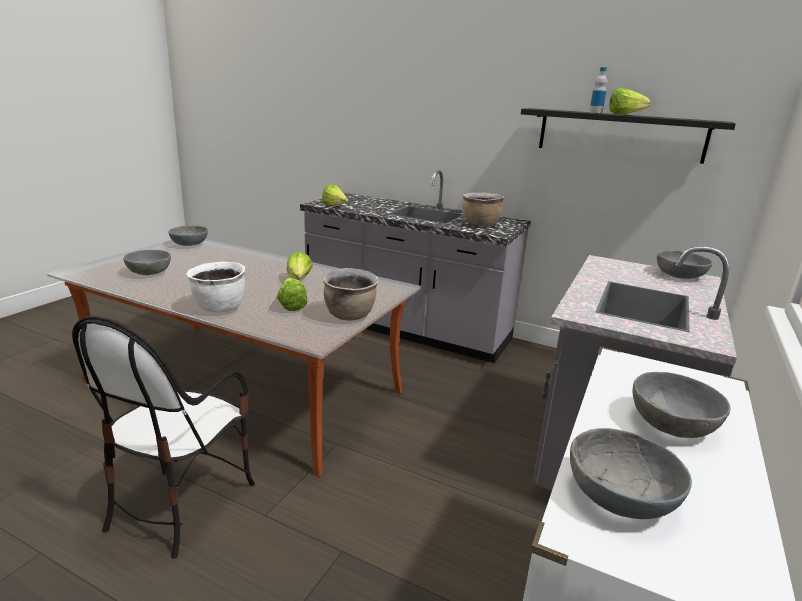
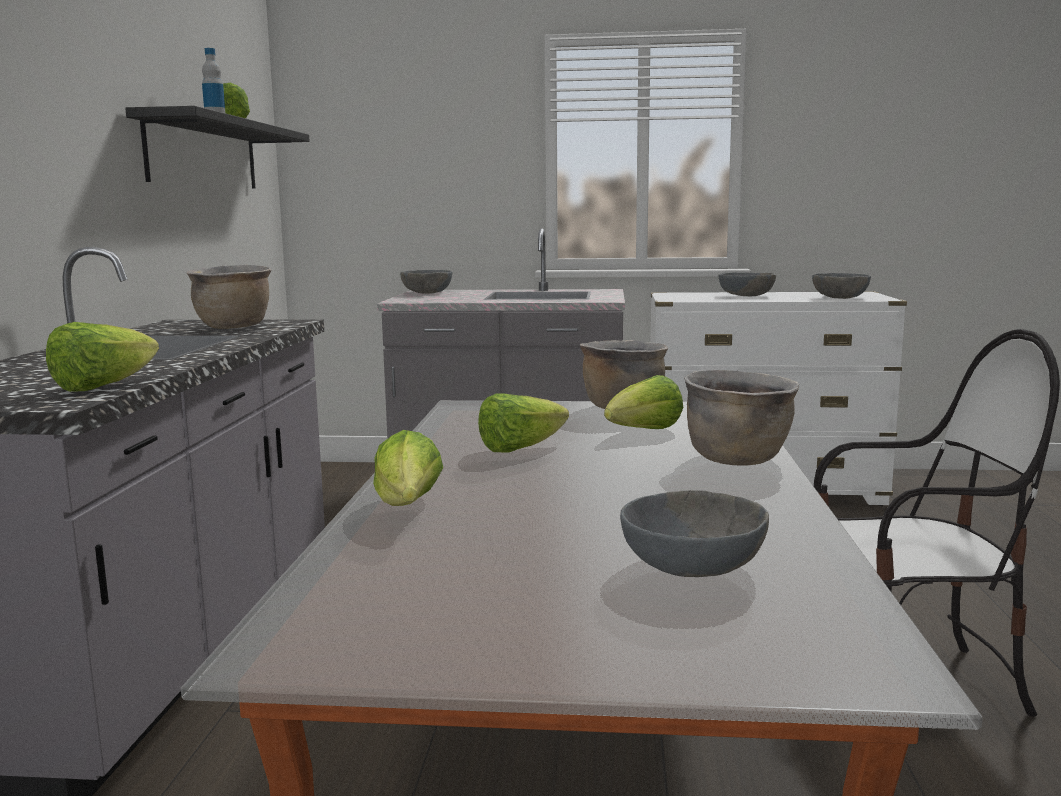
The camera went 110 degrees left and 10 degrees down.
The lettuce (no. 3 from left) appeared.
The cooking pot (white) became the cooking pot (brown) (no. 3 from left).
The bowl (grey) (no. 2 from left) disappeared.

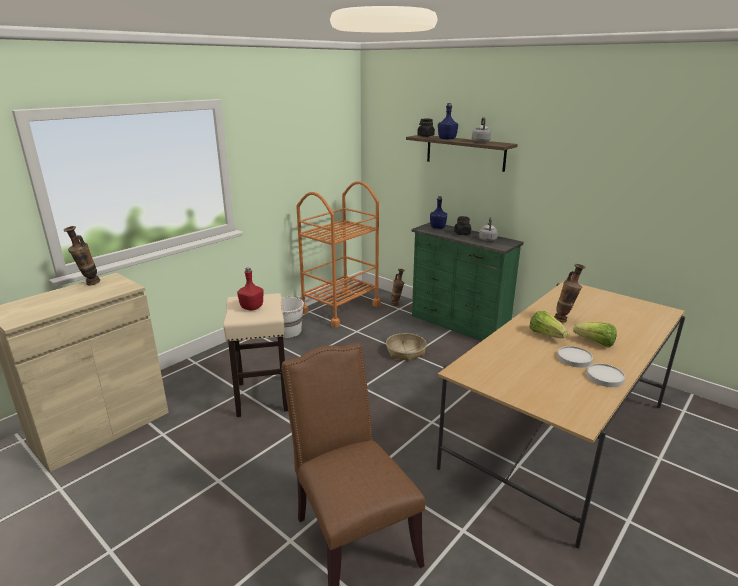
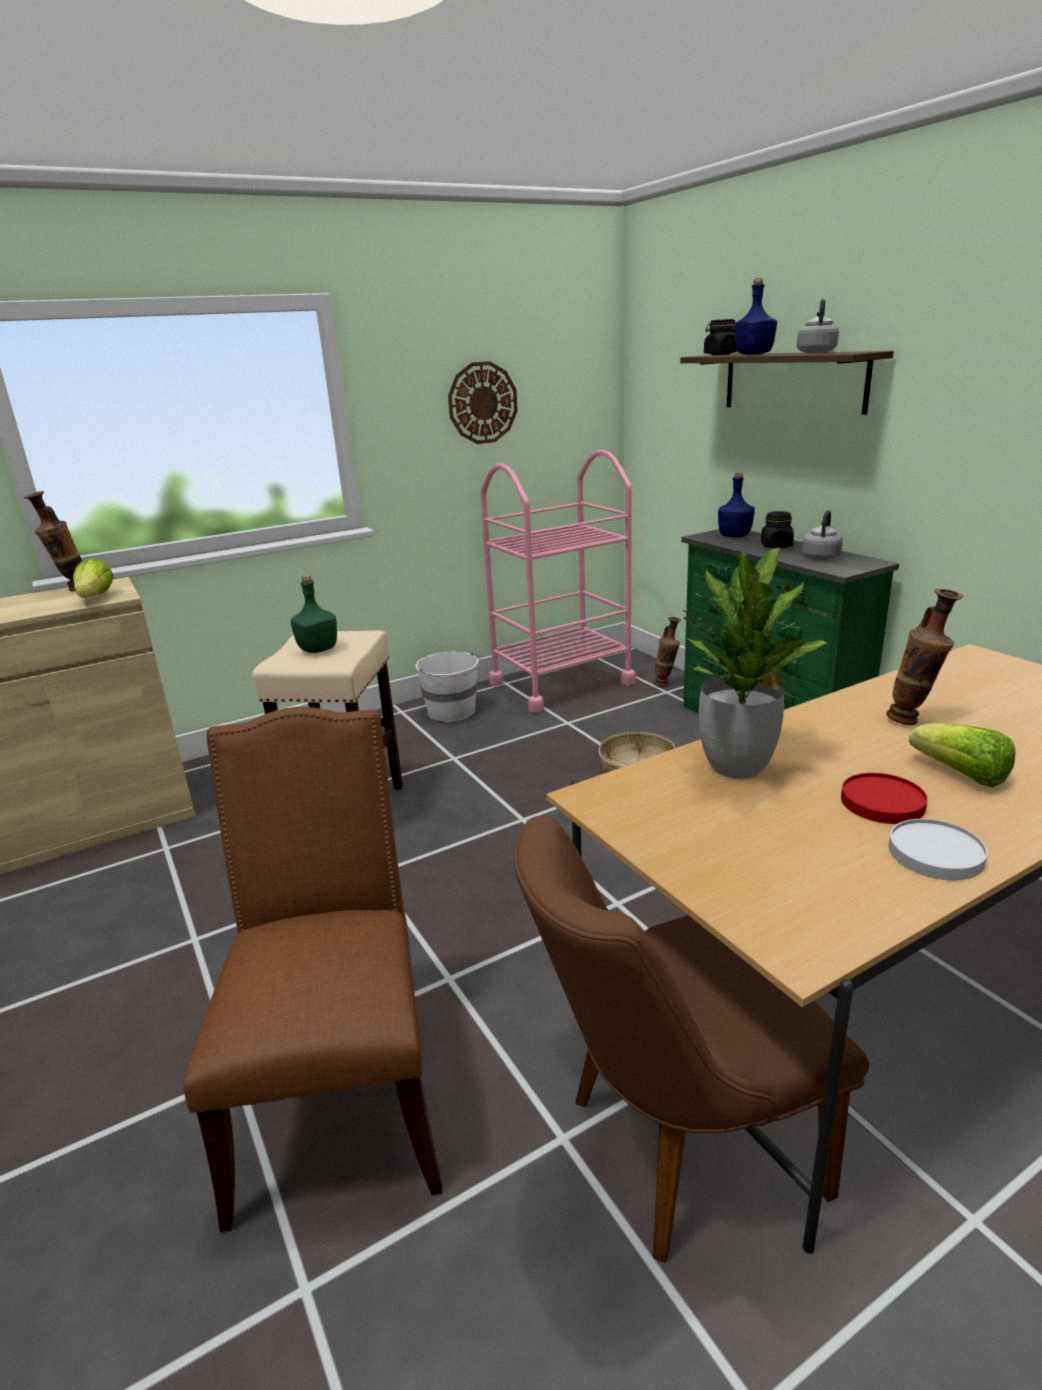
The camera went 20 degrees right and 0 degrees up.
The lettuce (no. 1 from left) moved.
The bottle (red) became the bottle (green).
The wall clock appeared.
The cart (orange) became the cart (pink).
The chair (brown) (no. 2 from left) appeared.
The potted plant appeared.
The plate (white) (no. 1 from left) became the plate (red).

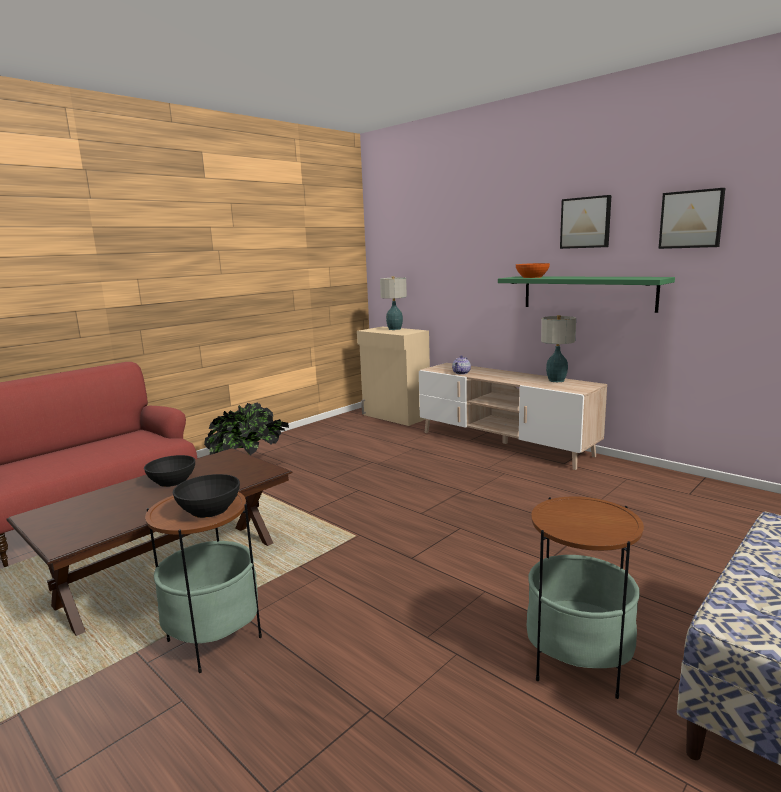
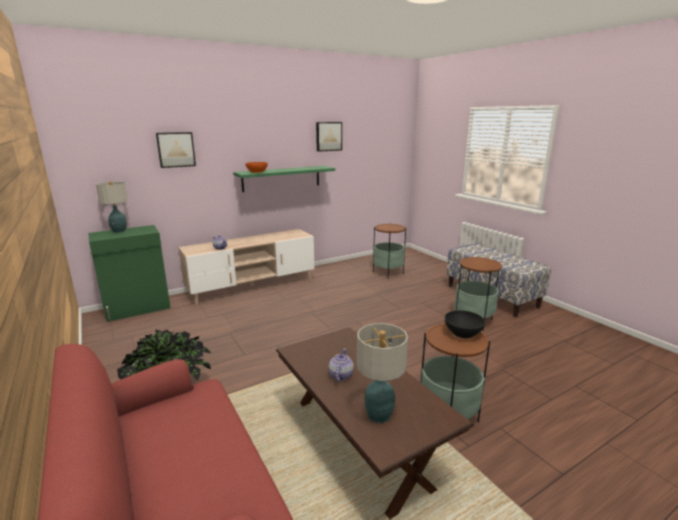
The camera went 75 degrees left and 5 degrees up.
The cabinet (beige) became the cabinet (green).
The picture (no. 1 from left) moved.
The bowl (black) (no. 1 from left) was replaced by the teapot (no. 2 from left).
The table lamp (no. 2 from left) moved.
The side table (no. 1 from left) appeared.

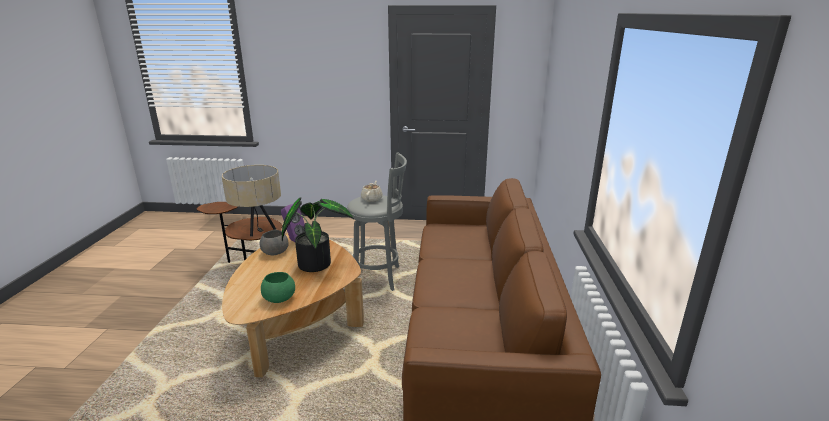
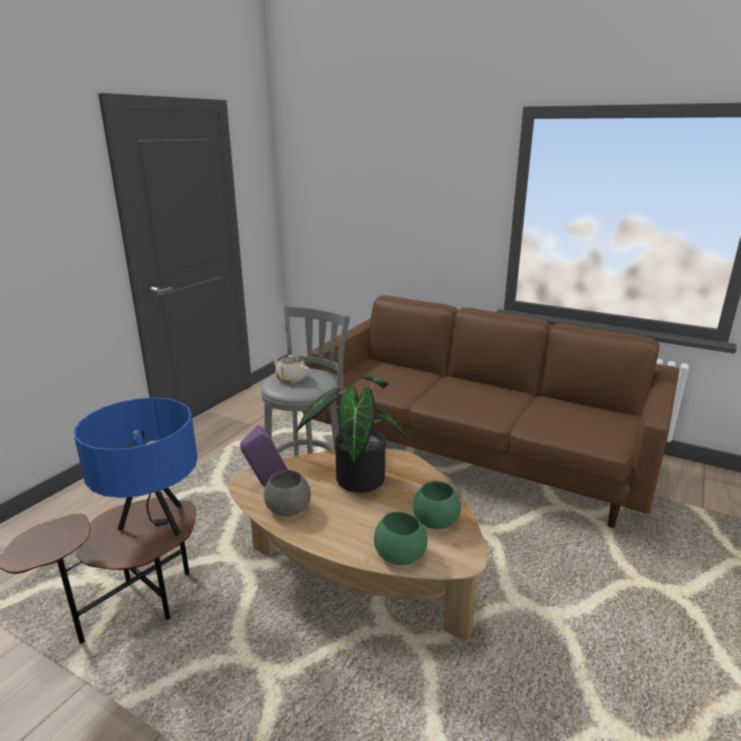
The camera went 65 degrees left and 0 degrees up.
The table lamp (beige) became the table lamp (blue).
The bowl (green) (no. 1 from left) appeared.

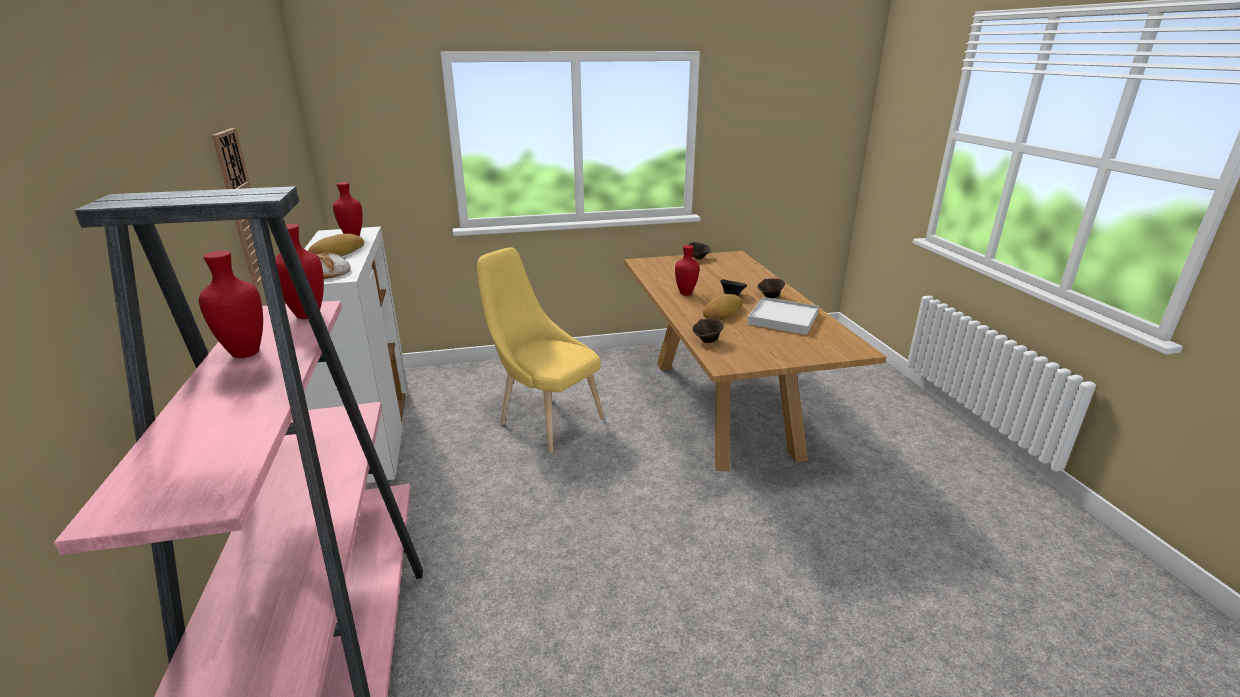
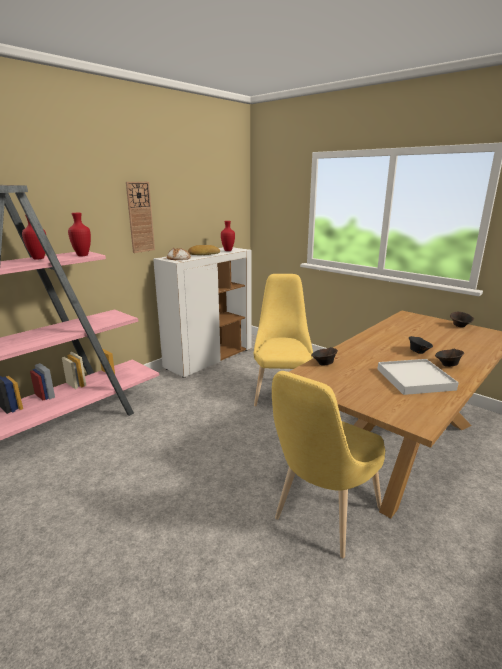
The camera went 55 degrees right and 5 degrees down.
The chair (yellow) (no. 2 from left) appeared.
The vase (red) (no. 4 from left) disappeared.
The bread (no. 3 from left) disappeared.

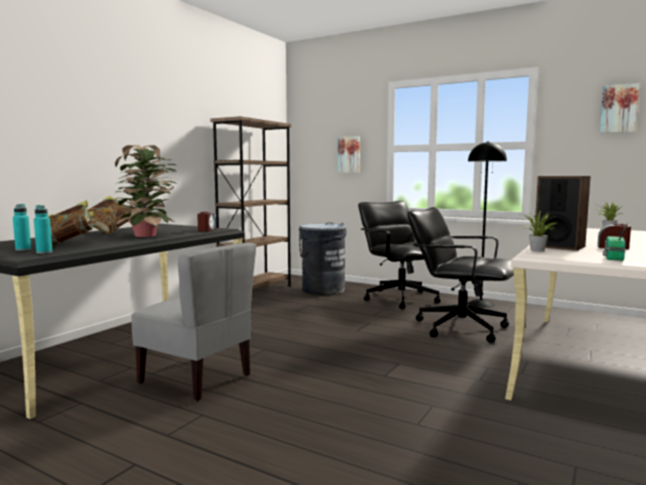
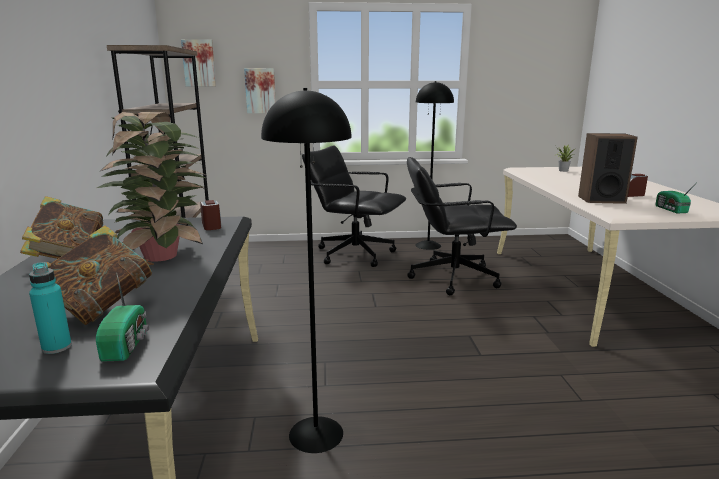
The camera went 35 degrees left and 10 degrees up.
The bottle (turquoise) (no. 2 from left) was replaced by the radio (no. 1 from left).
The picture (no. 2 from left in the first image) moved.
The chair (grey) was replaced by the floor lamp (black) (no. 1 from left).
The trash can (grey) disappeared.
The potted plant (no. 2 from left) disappeared.

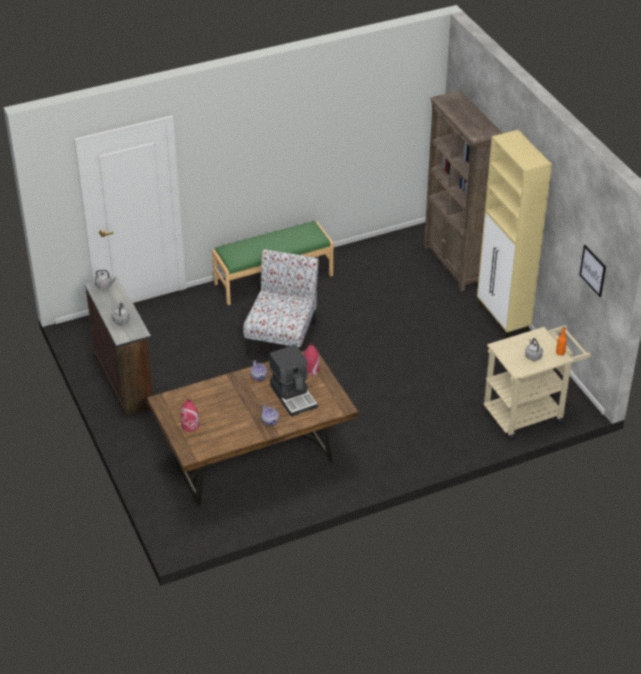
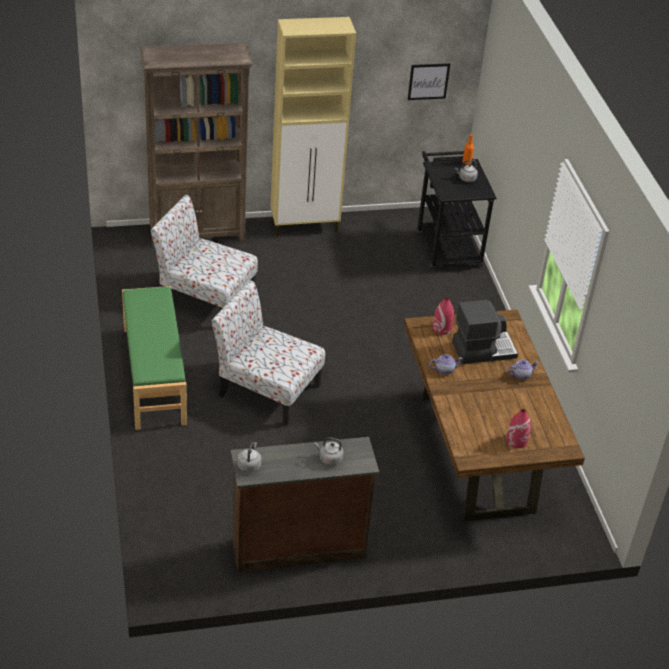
The camera went 80 degrees left and 0 degrees up.
The chair (no. 1 from left) appeared.
The cart (beige) became the cart (black).

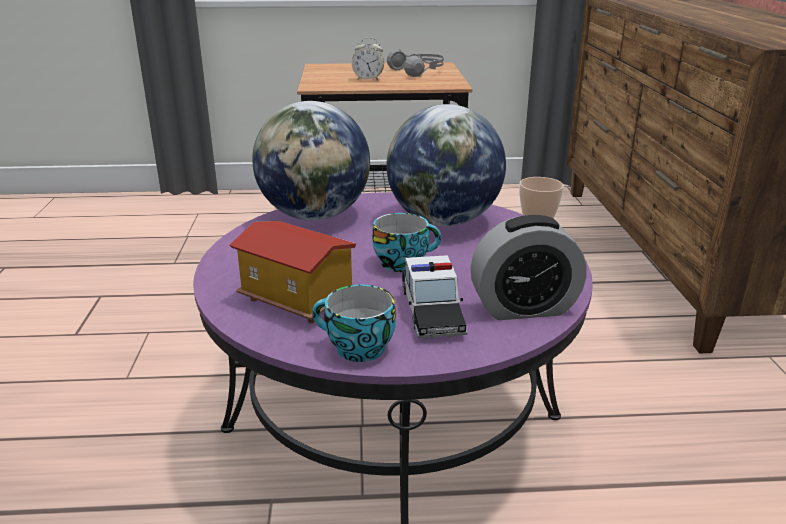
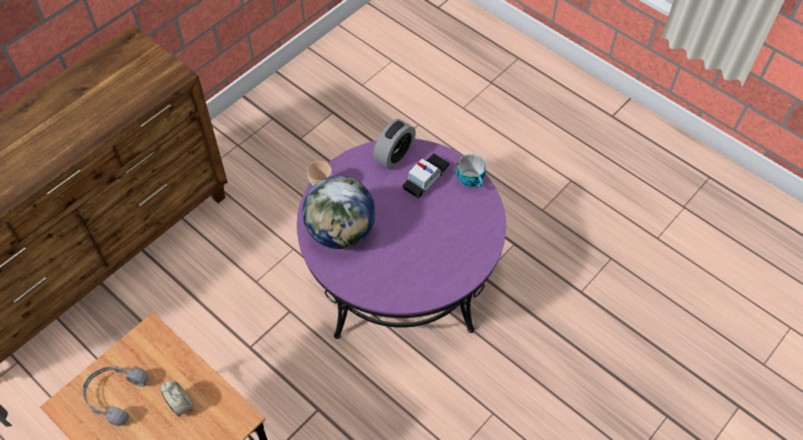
The camera went 135 degrees left and 30 degrees up.
The alarm clock (no. 2 from left) turned 90 degrees clockwise.
The toy house disappeared.
The globe (no. 1 from left) disappeared.
The cup (no. 2 from left) disappeared.

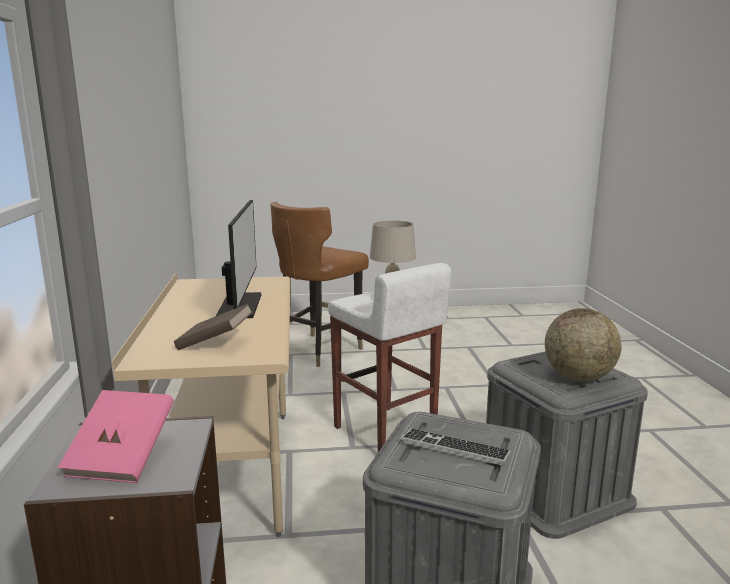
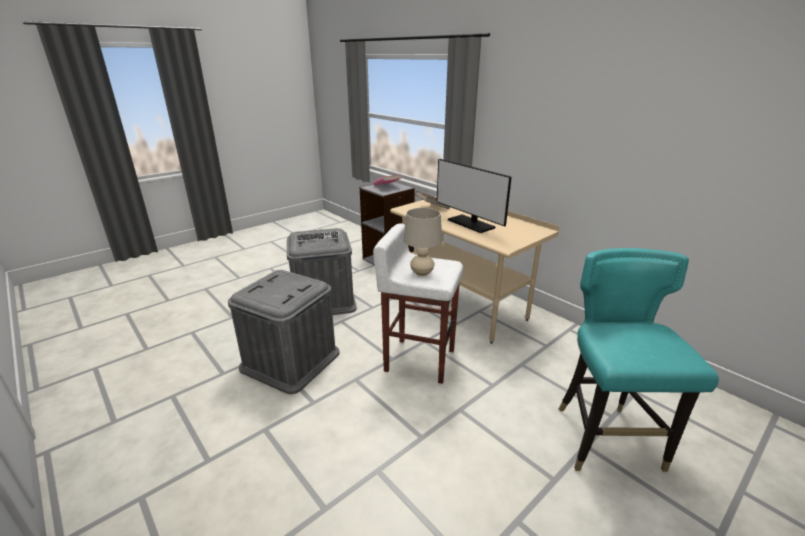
The camera went 145 degrees right and 10 degrees up.
The chair (brown) became the chair (turquoise).
The globe disappeared.

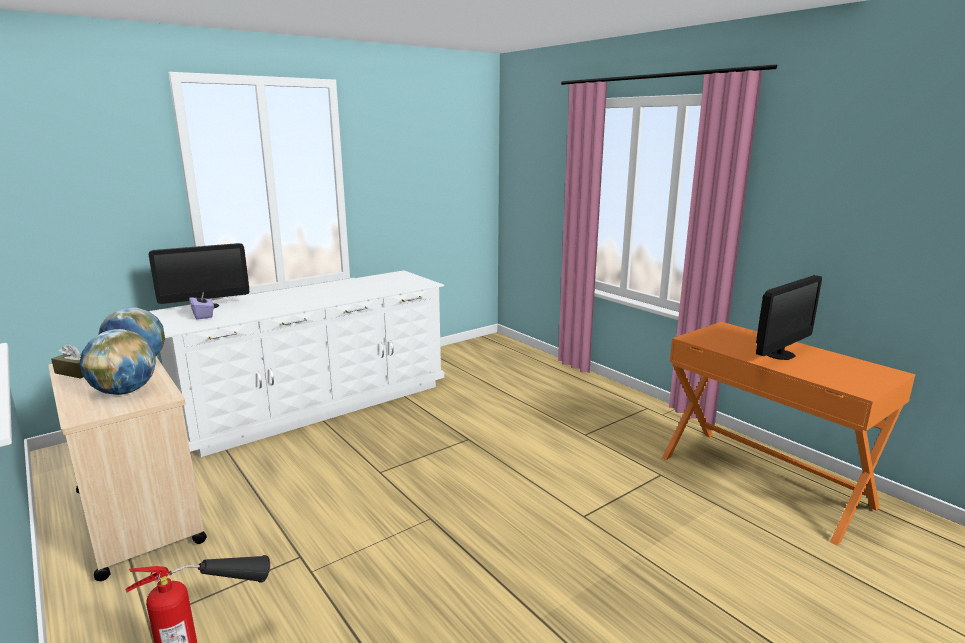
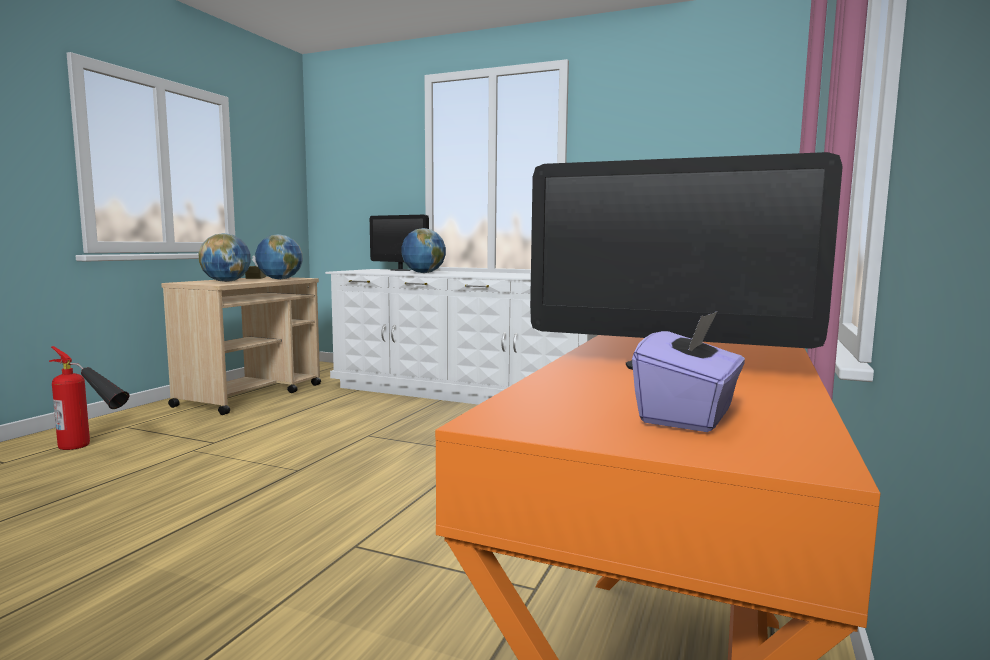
The camera went 60 degrees right and 10 degrees down.
The globe (no. 3 from left) appeared.
The tissue box (purple) moved.

